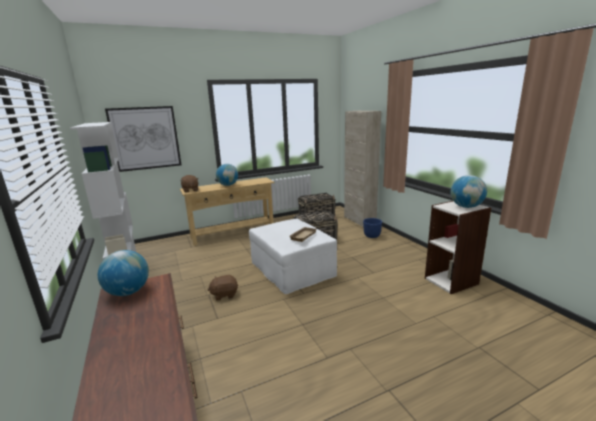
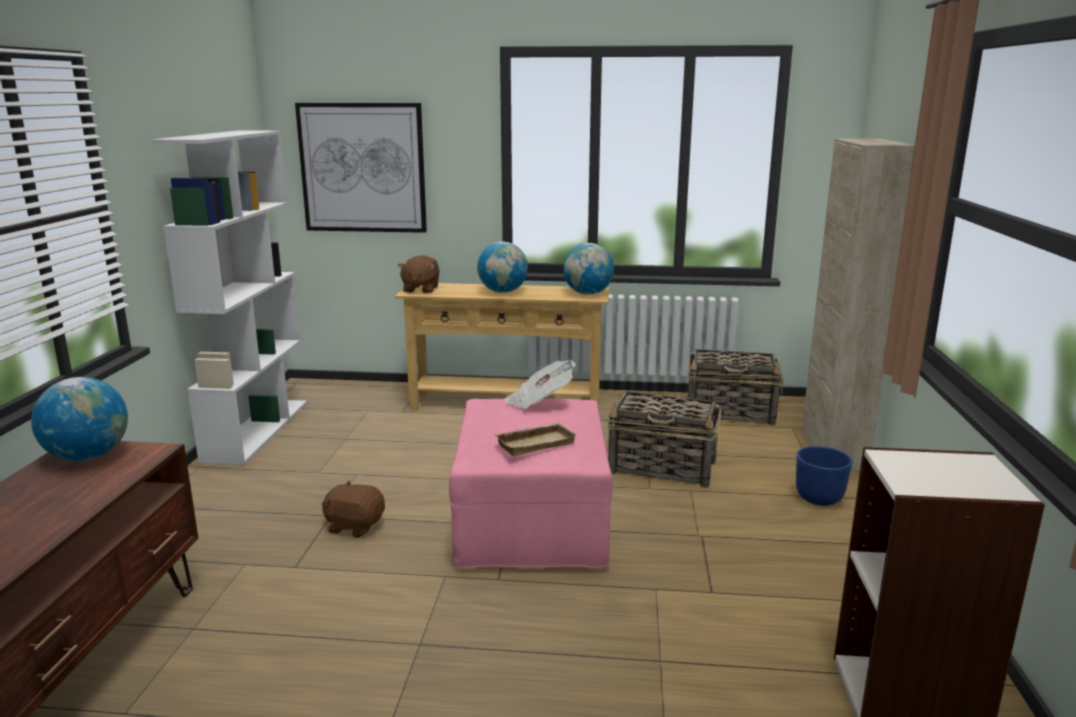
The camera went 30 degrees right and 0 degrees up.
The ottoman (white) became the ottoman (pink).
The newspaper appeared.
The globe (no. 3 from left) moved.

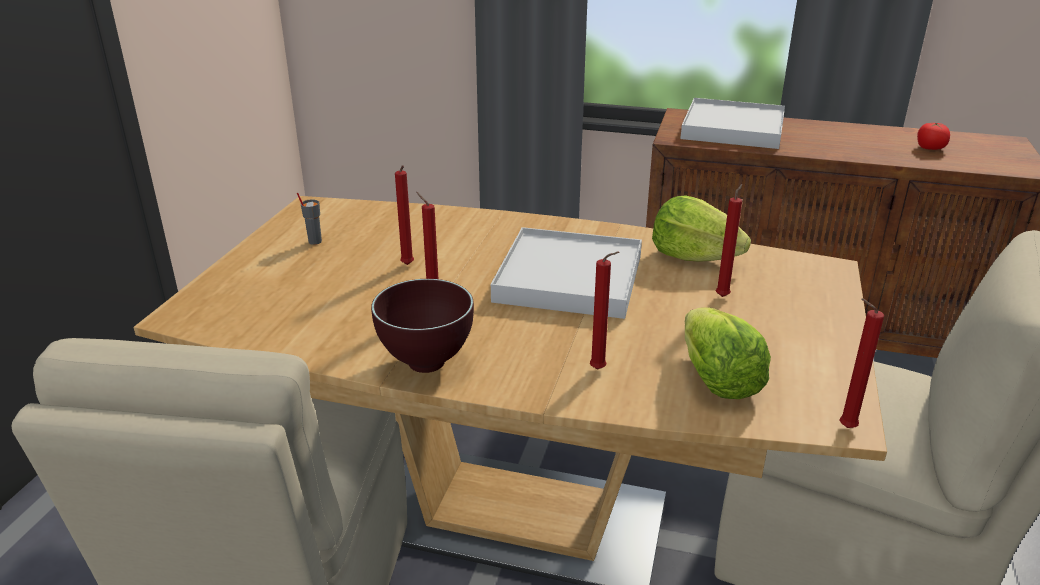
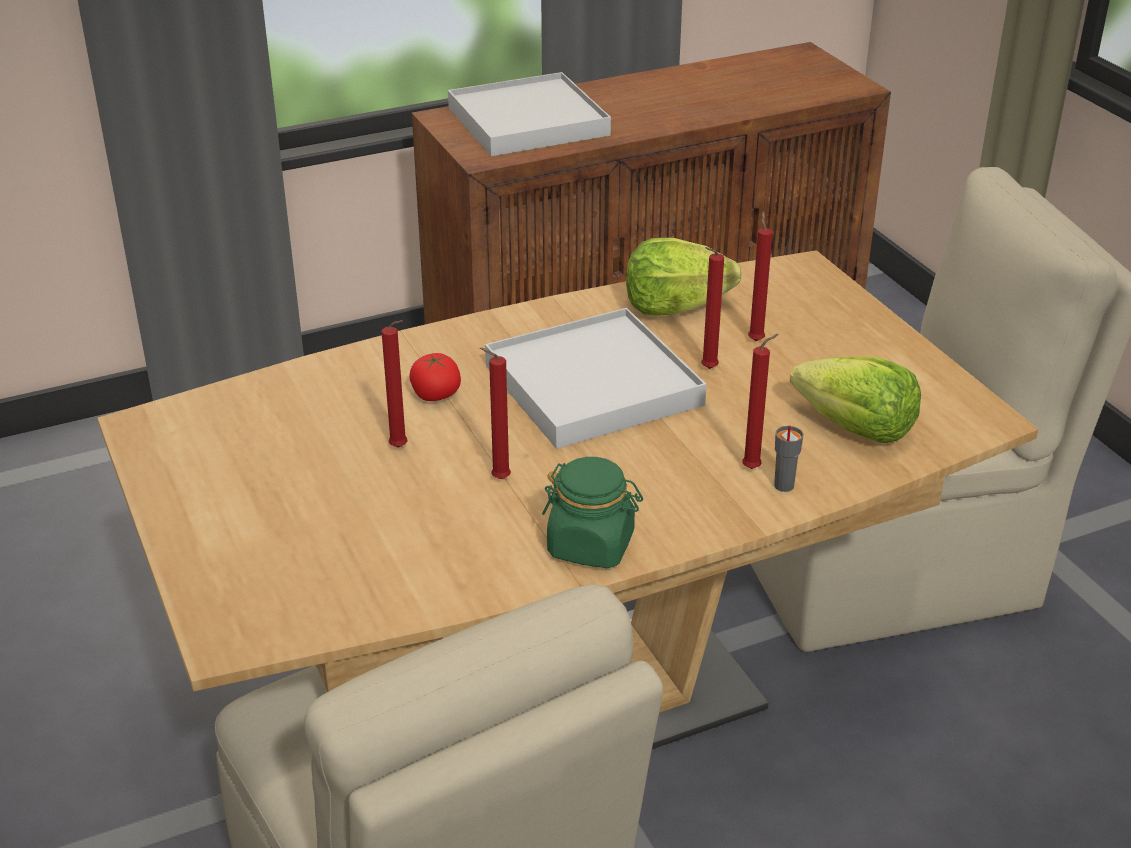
The camera went 40 degrees left and 5 degrees up.
The tomato moved.
The bowl (brown) was replaced by the jar (green).
The candle (red) (no. 5 from left in the first image) moved.
The cup (grey) moved.

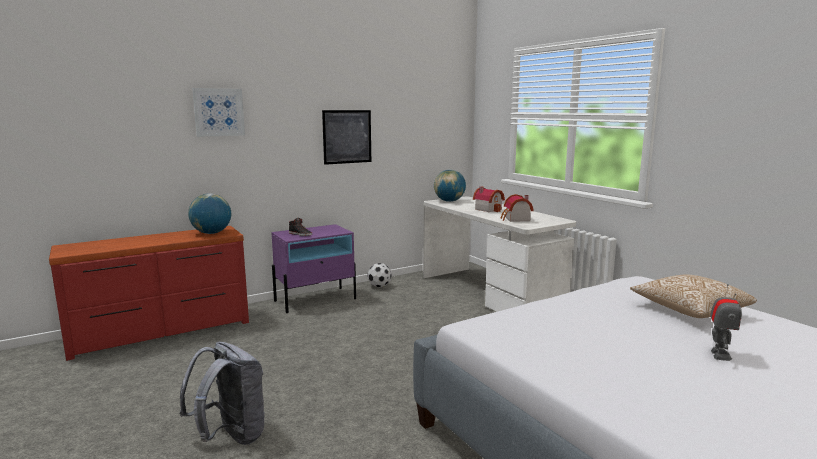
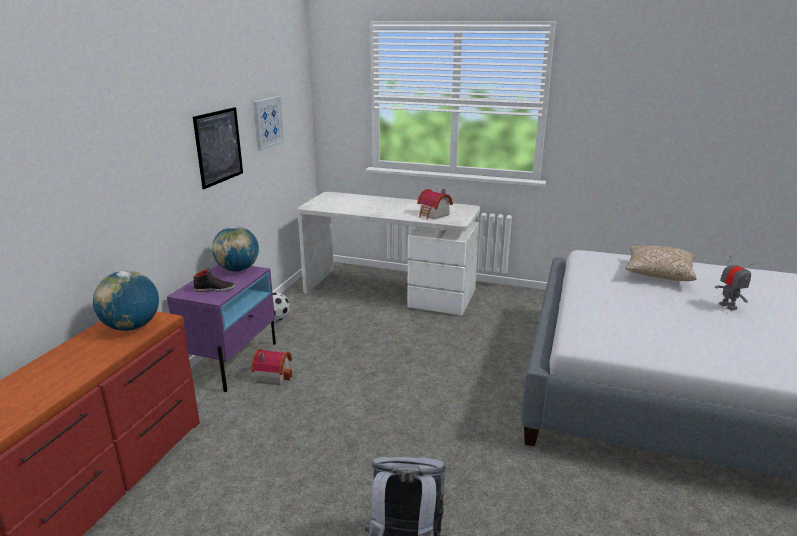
The camera went 40 degrees left and 10 degrees up.
The globe (no. 2 from left) moved.
The toy house (no. 1 from left) moved.
The picture (no. 1 from left in the first image) moved.

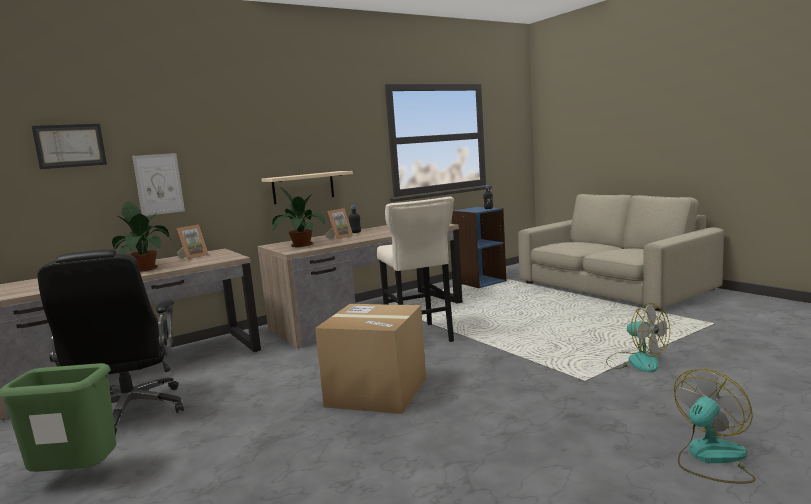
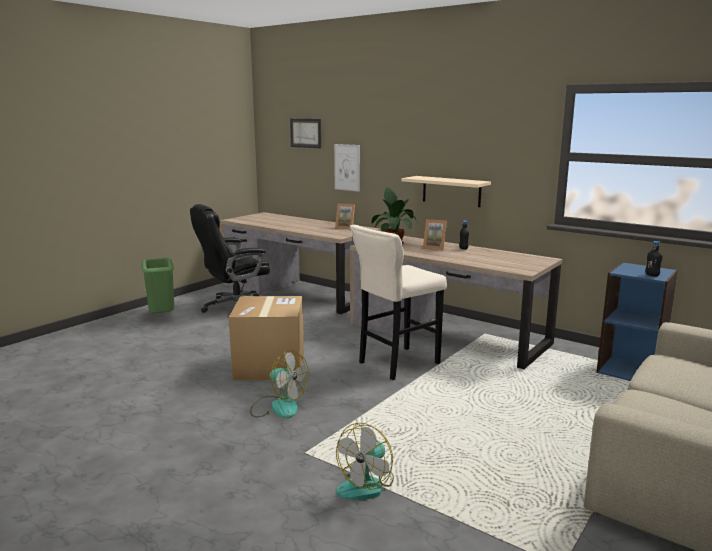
The camera went 70 degrees right and 5 degrees up.
The fan (no. 2 from left in the first image) moved.
The potted plant (no. 1 from left) disappeared.

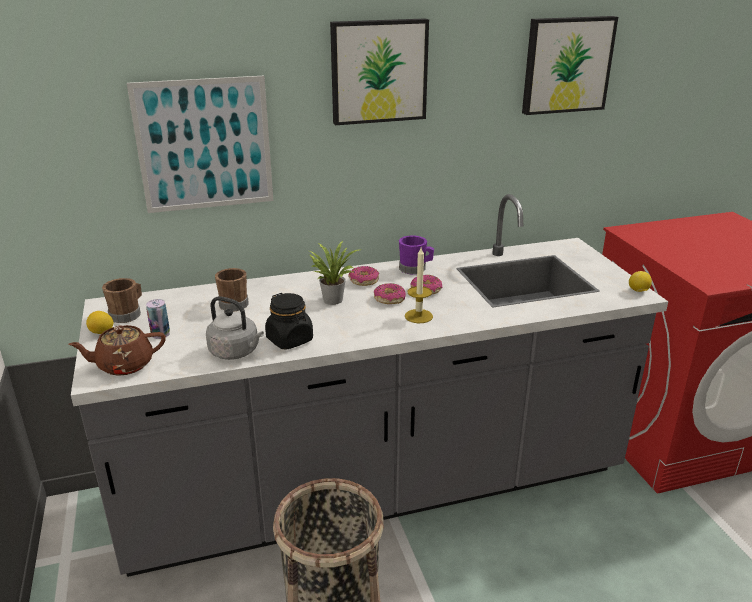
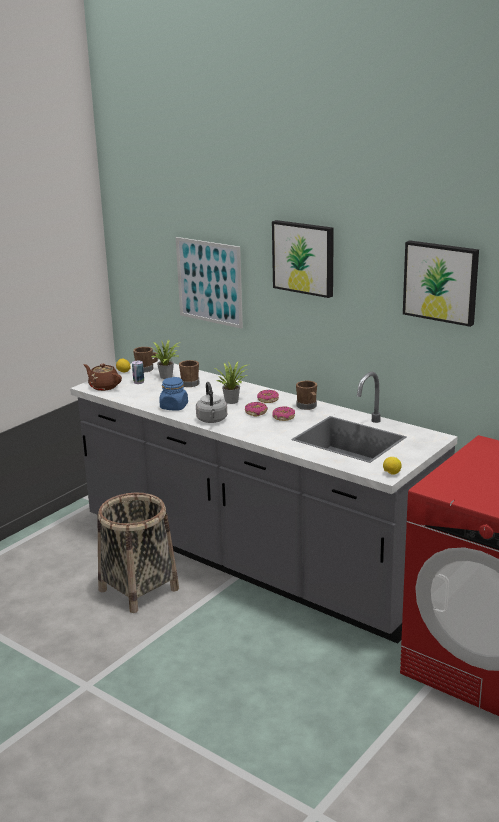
The camera went 55 degrees right and 5 degrees down.
The potted plant (no. 1 from left) appeared.
The jar (black) became the jar (blue).
The kettle (grey) moved.
The mug (purple) became the mug (brown) (no. 3 from left).
The candle disappeared.

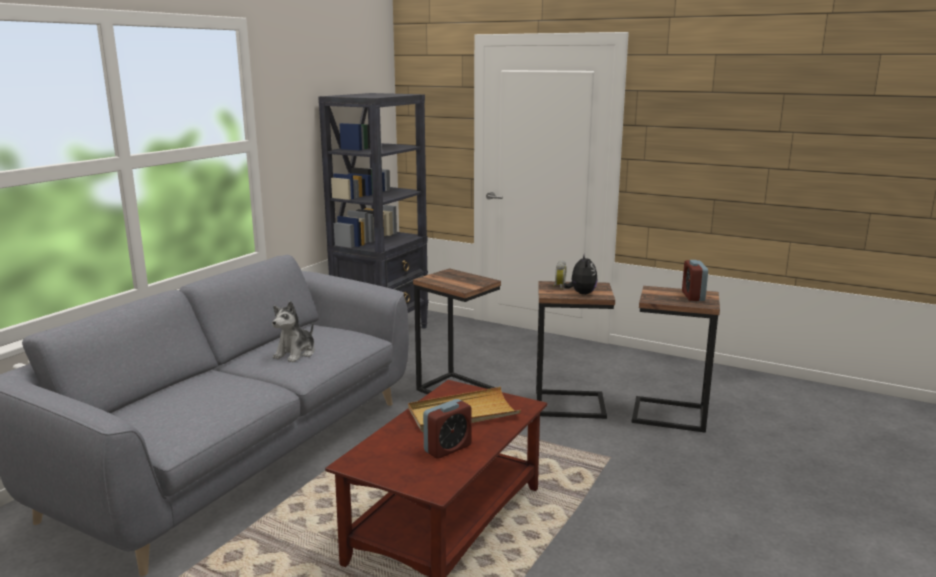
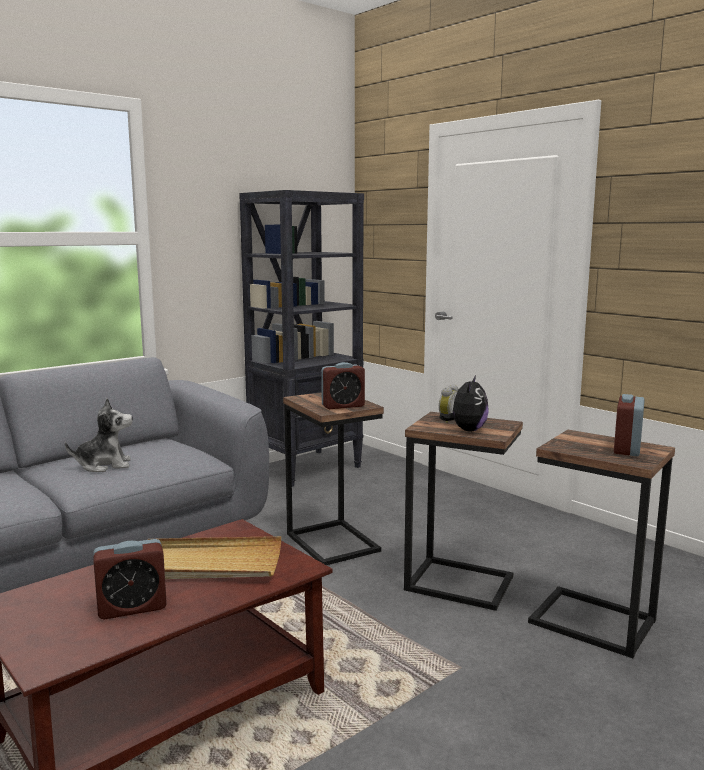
The camera went 20 degrees right and 5 degrees down.
The plush toy (no. 1 from left) turned 150 degrees counterclockwise.
The alarm clock (no. 2 from left) appeared.

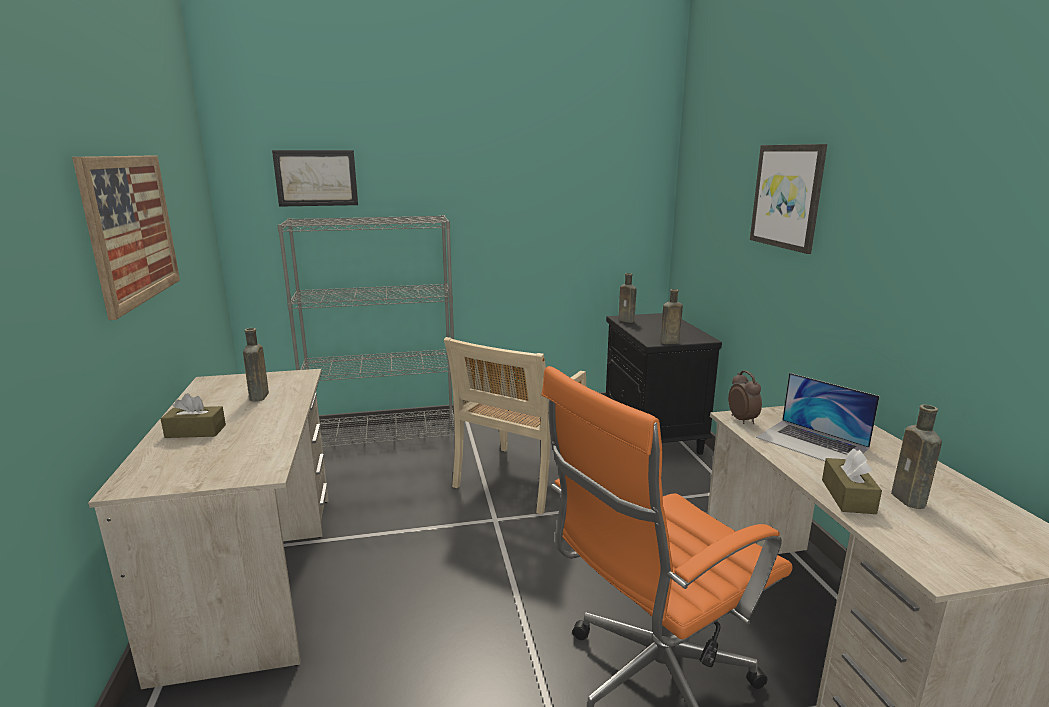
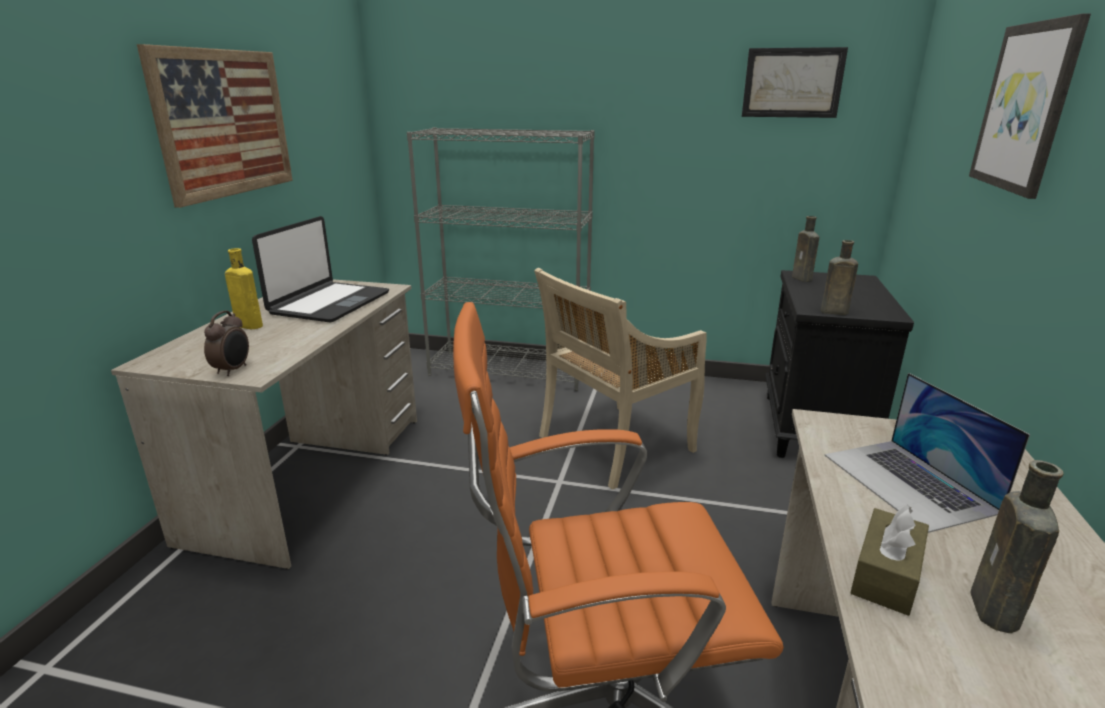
The camera went 25 degrees right and 5 degrees up.
The alarm clock moved.
The tissue box (brown) (no. 1 from left) was replaced by the bottle (yellow).
The bottle (brown) (no. 1 from left) was replaced by the laptop (no. 1 from left).
The picture (no. 2 from left) moved.

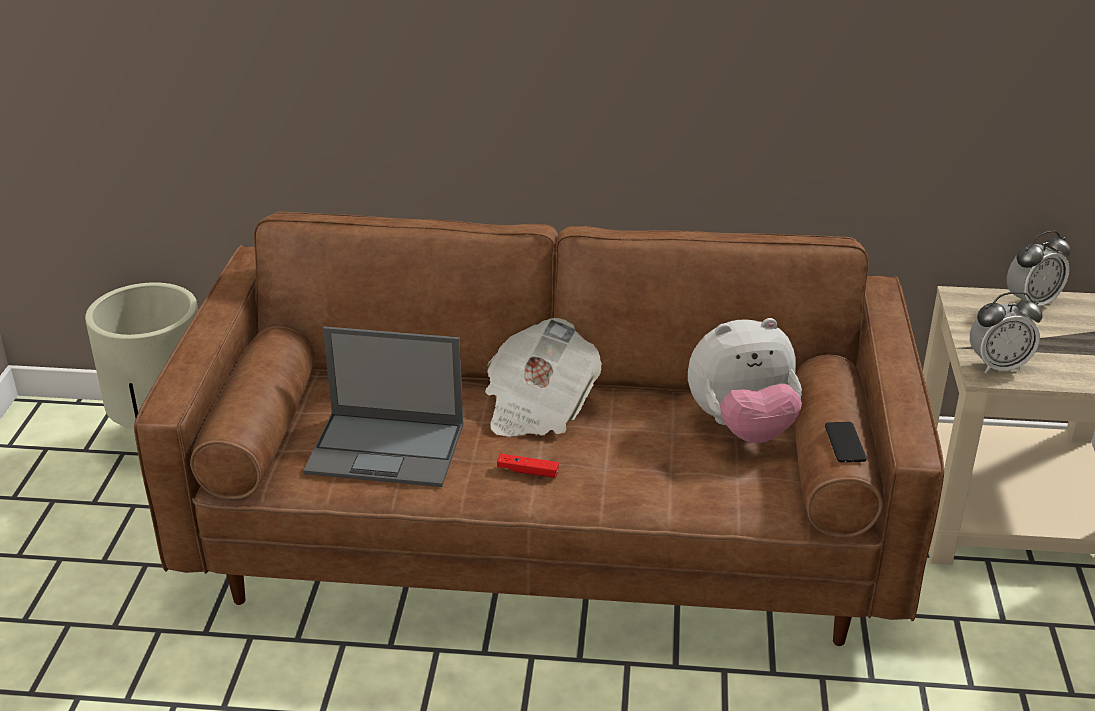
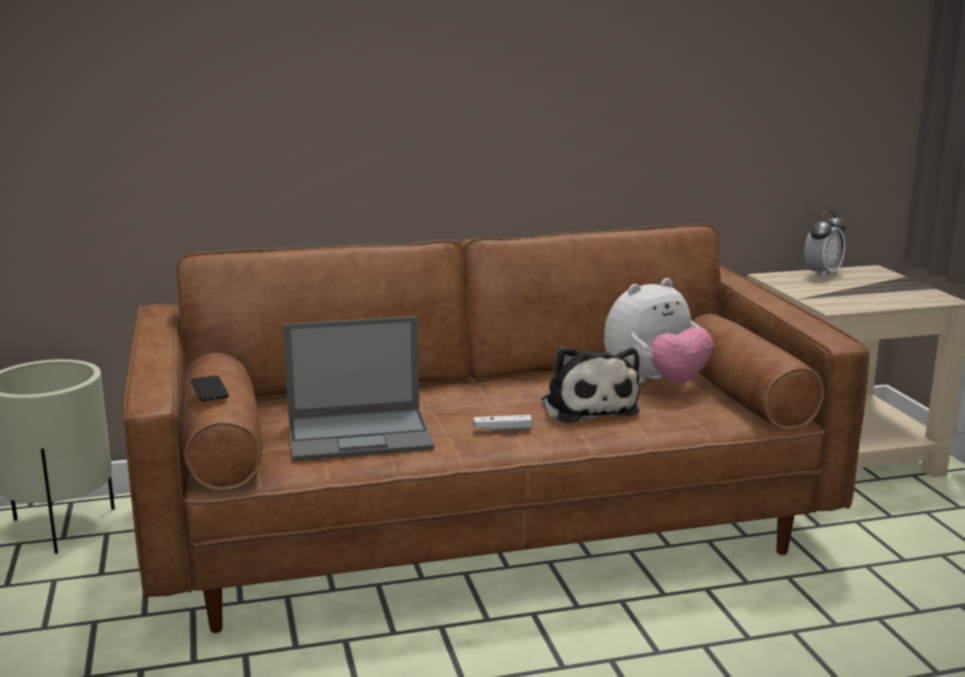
The camera went 20 degrees left and 15 degrees down.
The phone moved.
The game controller (red) became the game controller (white).
The plush toy (no. 1 from left) appeared.
The newspaper disappeared.
The alarm clock (no. 1 from left) disappeared.

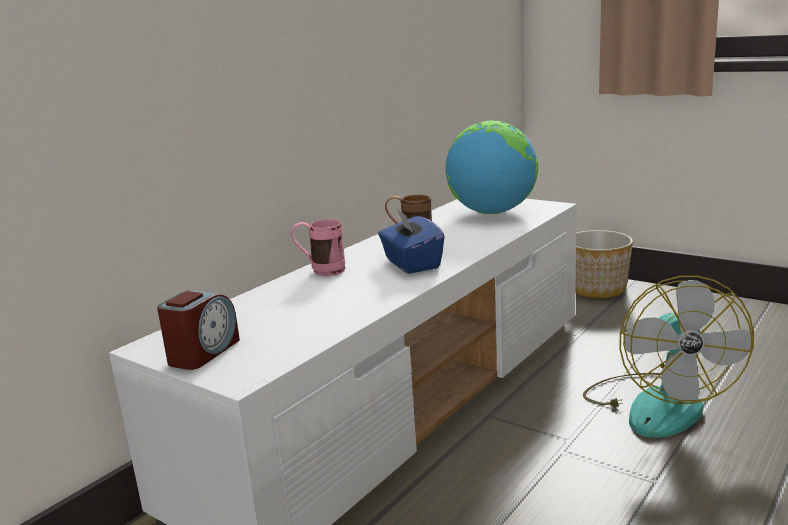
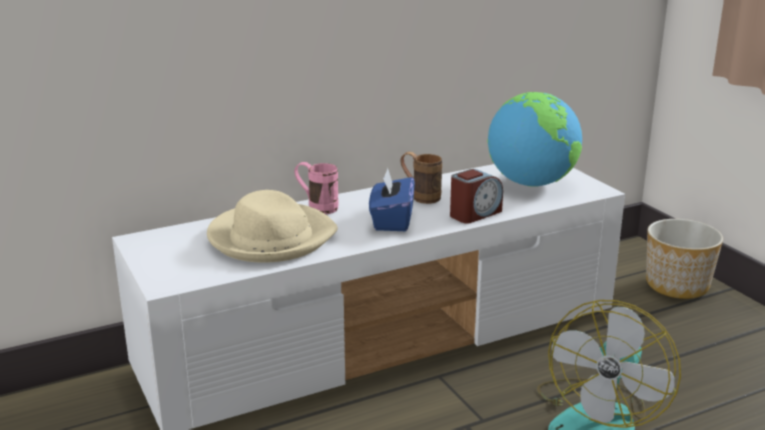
The camera went 25 degrees right and 5 degrees up.
The hat (beige) appeared.
The alarm clock moved.

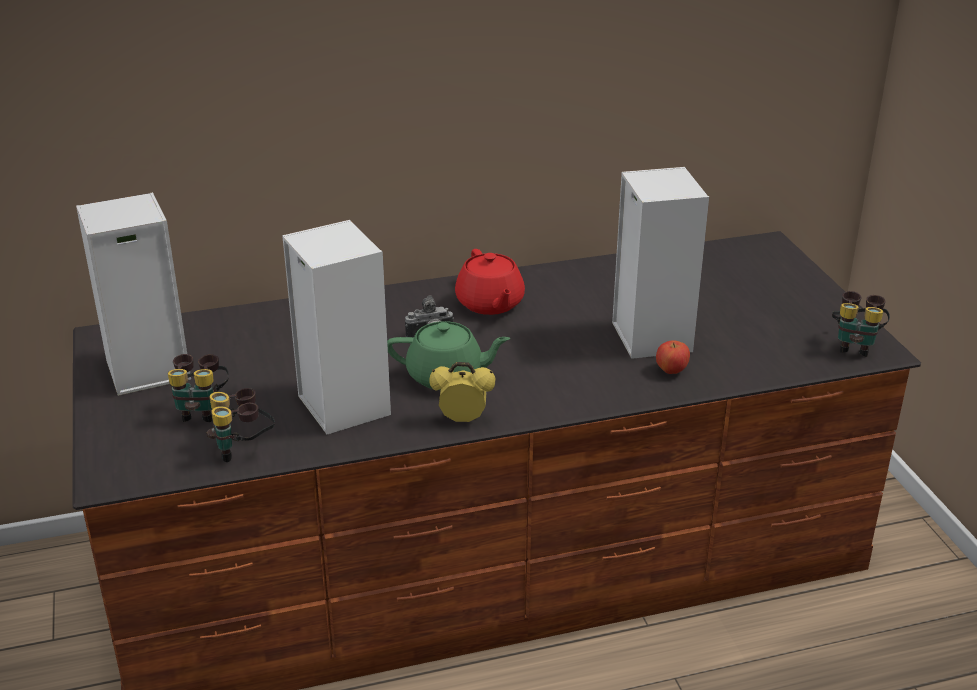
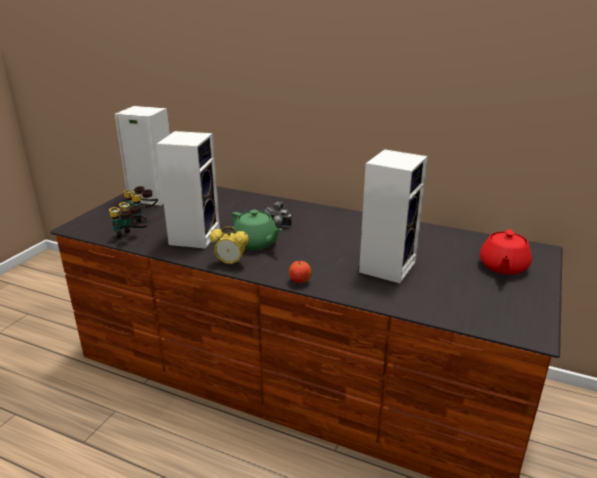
The camera went 40 degrees right and 5 degrees down.
The alarm clock turned 150 degrees clockwise.
The apple moved.
The teapot (red) moved.
The binoculars (no. 3 from left) disappeared.

